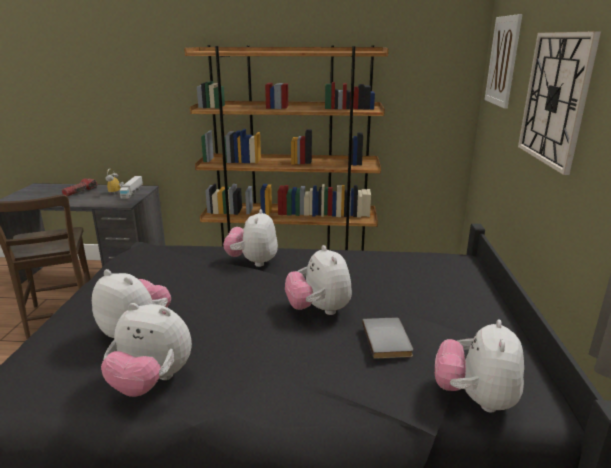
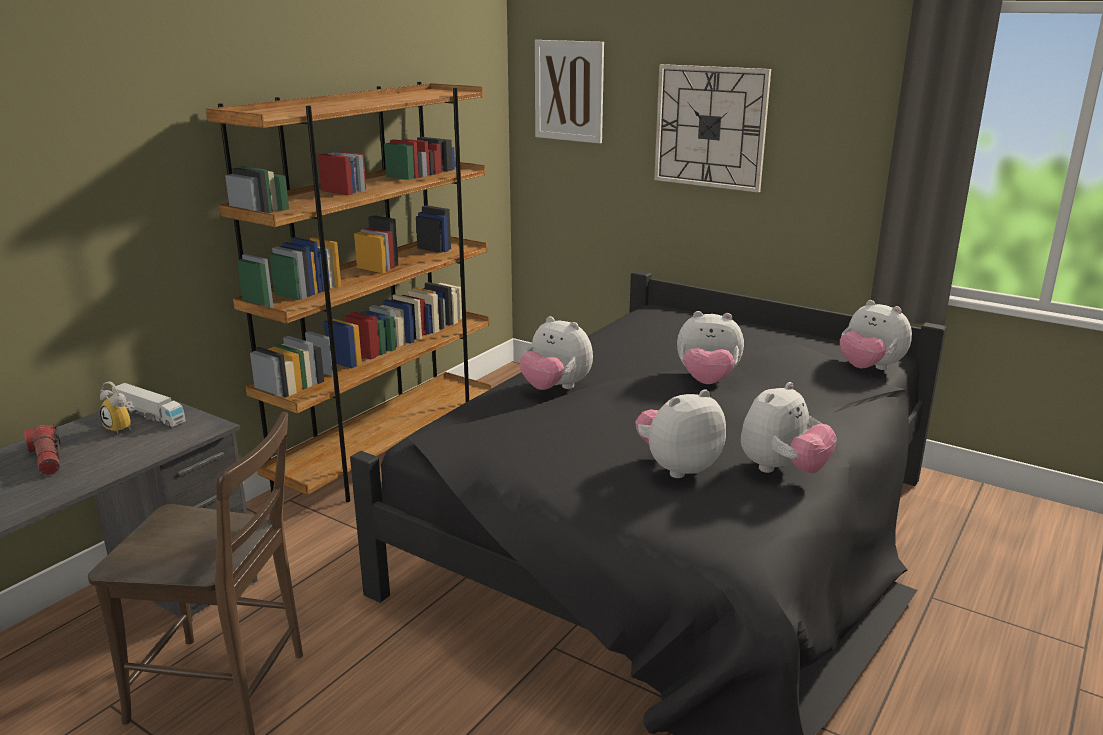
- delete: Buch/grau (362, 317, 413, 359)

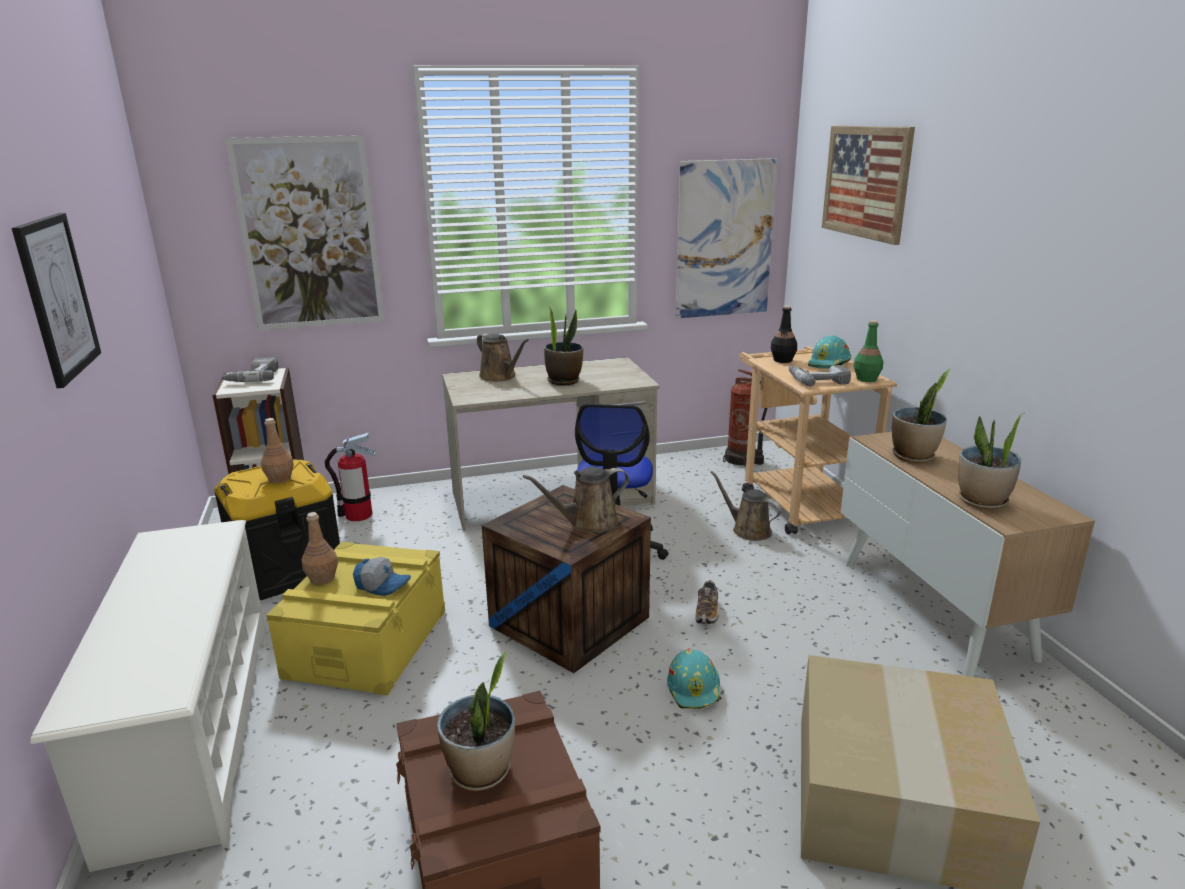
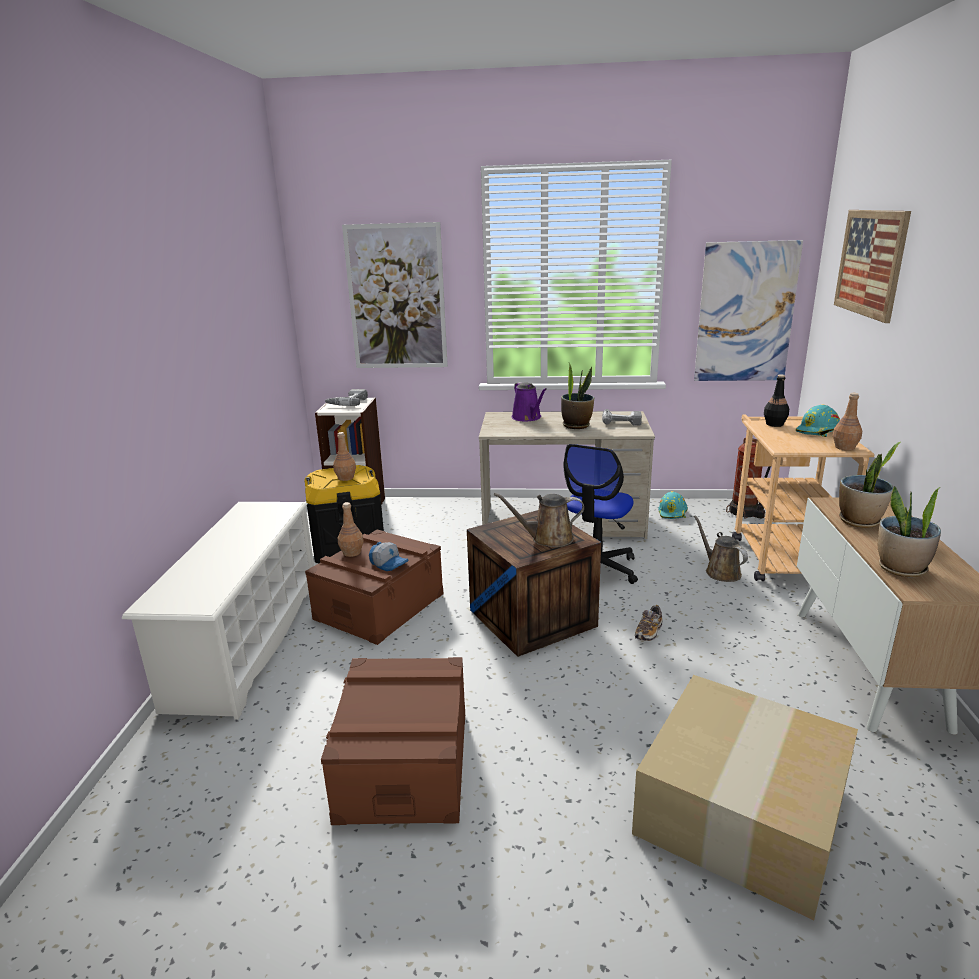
- recolor: Aufbewahrungsbox/gelb (266, 542, 445, 696) to Aufbewahrungsbox/braun (305, 529, 443, 645)
- recolor: Gießkanne/braun (477, 334, 529, 382) to Gießkanne/lila (512, 382, 547, 422)
- move: Bohrmaschine (789, 365, 851, 386) to (602, 409, 642, 426)
- move: Schutzhelm/türkis (667, 648, 722, 709) to (658, 491, 688, 519)
- recolor: Flasche/grün (854, 320, 883, 382) to Flasche/braun (833, 393, 862, 451)
- delete: Bild (12, 213, 101, 388)
- delete: Feuerlöscher (325, 432, 375, 521)
- delete: Topfpflanze (437, 652, 515, 791)

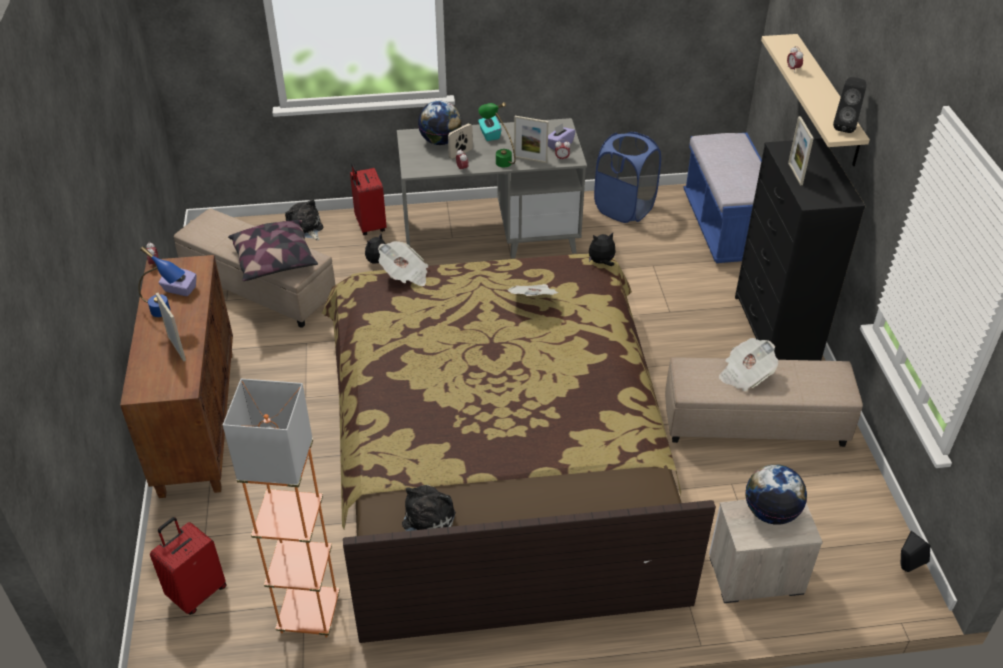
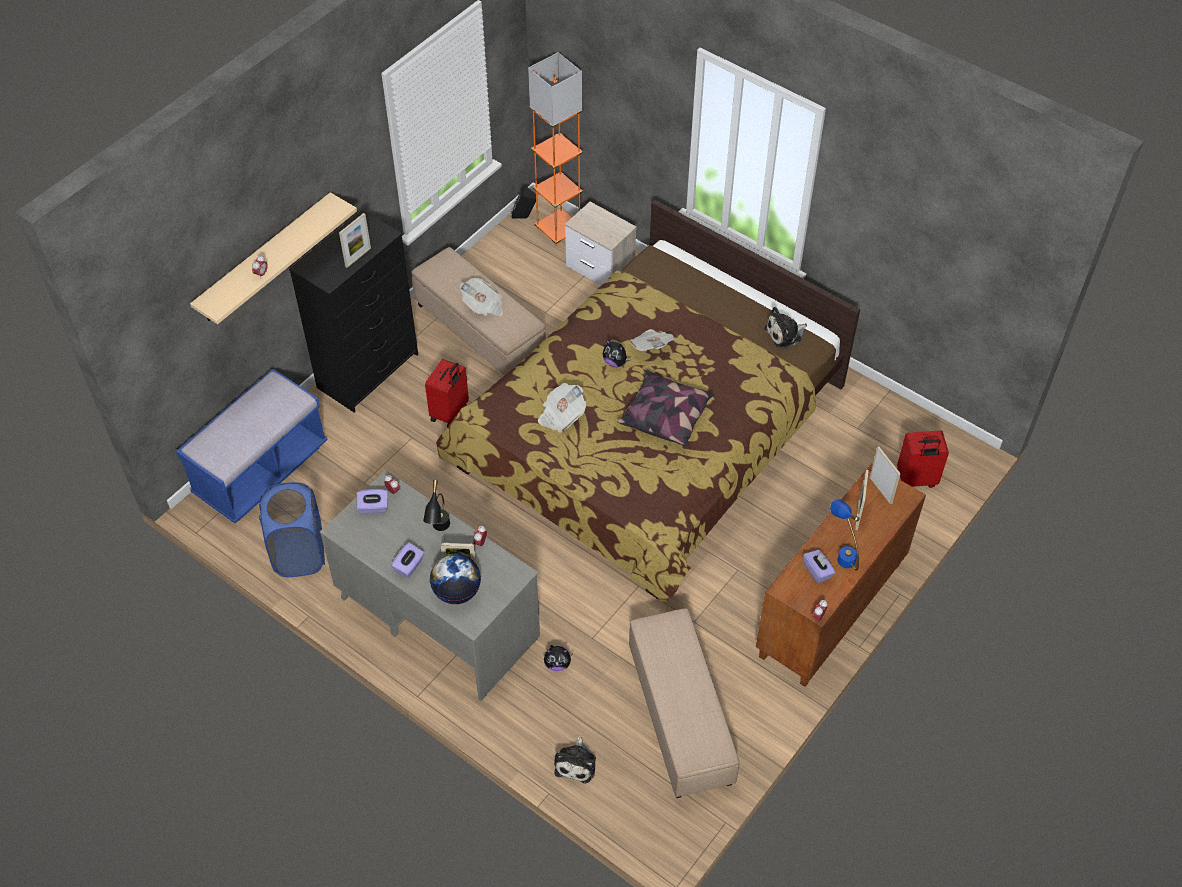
- recolor: Taschentuchbox/türkis (478, 116, 501, 141) to Taschentuchbox/lila (391, 542, 424, 578)
- recolor: Tischlampe/grün (478, 102, 516, 168) to Tischlampe/schwarz (423, 480, 450, 531)
- move: Koffer/rot (350, 163, 387, 235) to (425, 359, 469, 427)
- move: Stehlampe/orange (223, 379, 340, 637) to (528, 52, 583, 246)
- move: Plüschtier (589, 233, 616, 266) to (603, 339, 631, 367)
- move: Kissen (228, 220, 318, 281) to (617, 370, 714, 447)
- move: Zeitung (378, 241, 428, 286) to (630, 329, 674, 351)
- move: Bilderrahmen (514, 116, 549, 163) to (870, 447, 901, 504)
- delete: Globus (745, 464, 807, 525)
- delete: Lautsprecher/schwarz (833, 77, 866, 133)

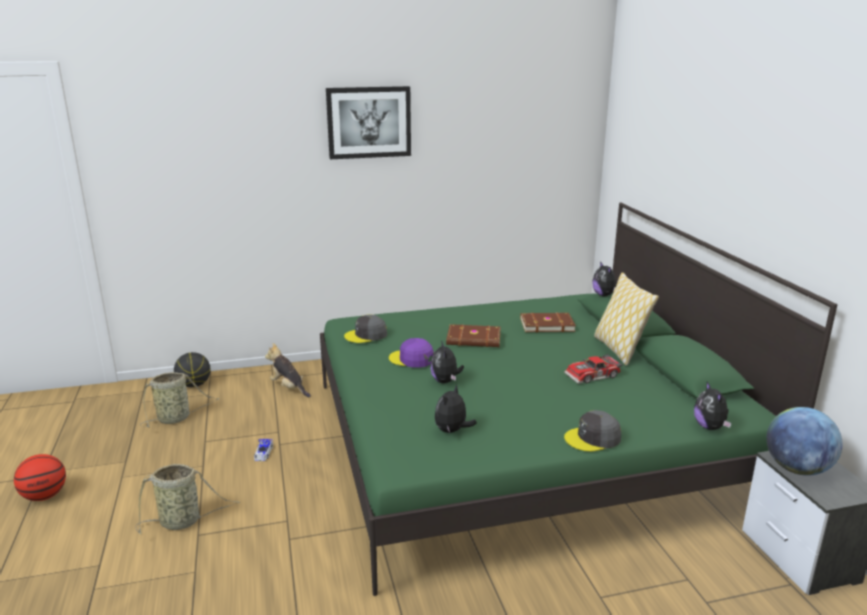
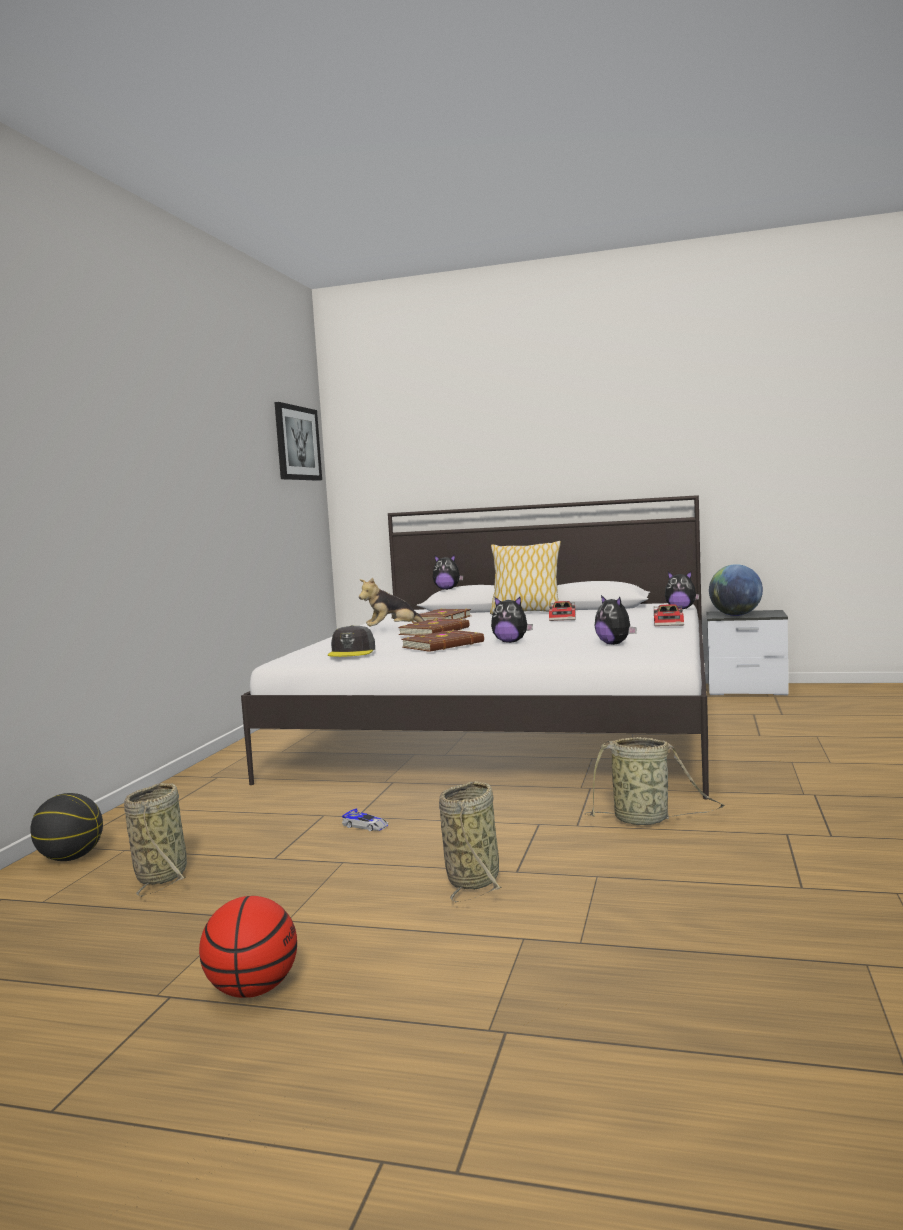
- recolor: Bett/grün (320, 202, 838, 596) to Bett/weiß (241, 495, 709, 799)
- move: Bild (326, 86, 411, 159) to (274, 402, 322, 481)
- move: Plüschtier (265, 343, 311, 397) to (359, 578, 424, 627)
- replace: Kappe/lila (389, 338, 434, 368) to Buch/braun (402, 630, 484, 652)
- insert: Korb (585, 737, 725, 825)
- replace: Kappe/grau (564, 410, 621, 452) to Spielzeugauto (654, 604, 684, 626)

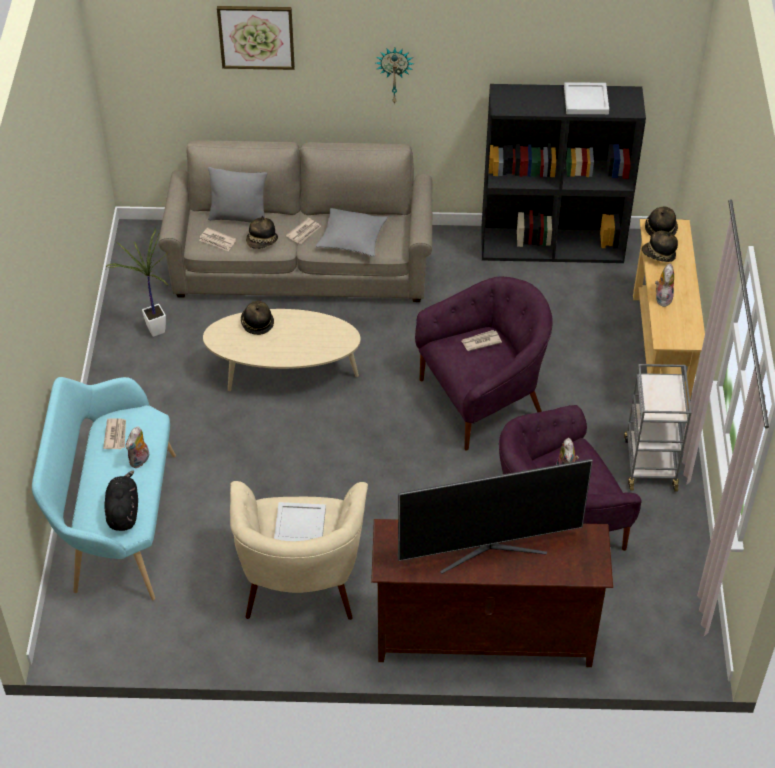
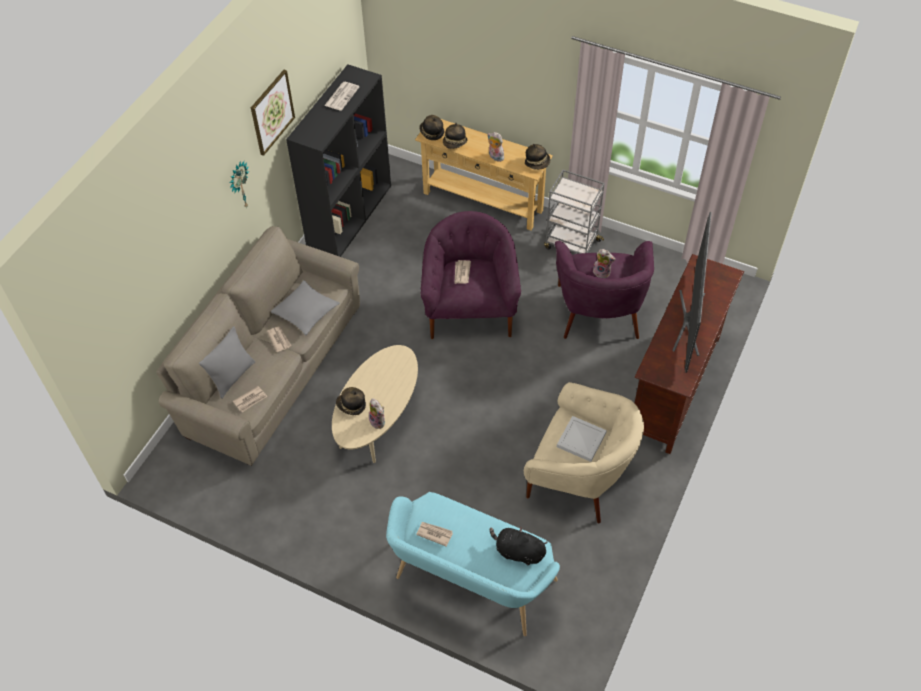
- move: Bild (217, 6, 295, 70) to (251, 70, 295, 156)
- replace: Tablett/weiß (564, 82, 609, 114) to Zeitung (324, 82, 360, 111)
- move: Plüschtier (126, 427, 149, 468) to (369, 398, 385, 429)
- move: Hut (246, 216, 278, 249) to (525, 144, 551, 170)
- delete: Topfpflanze (106, 228, 169, 337)

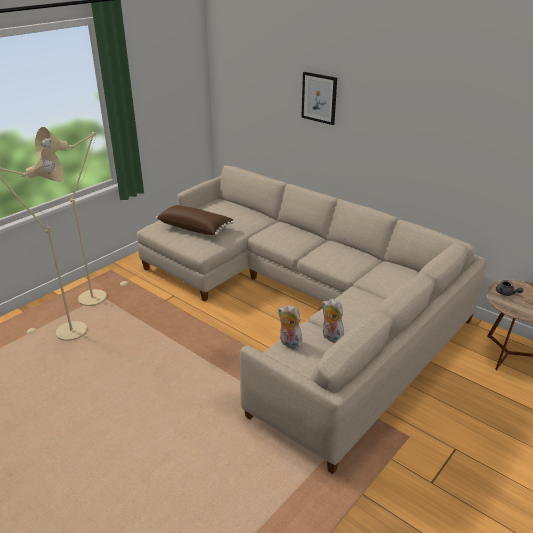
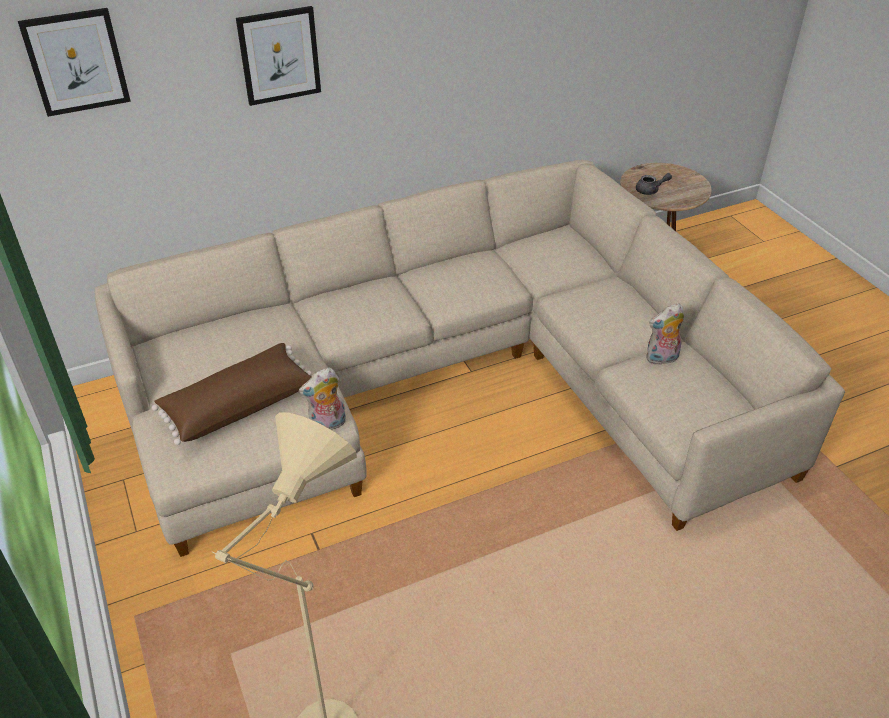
- insert: Bild (18, 8, 131, 117)
- move: Plüschtier (278, 305, 302, 350) to (299, 367, 346, 431)
- delete: Stehlampe/beige (35, 127, 129, 306)

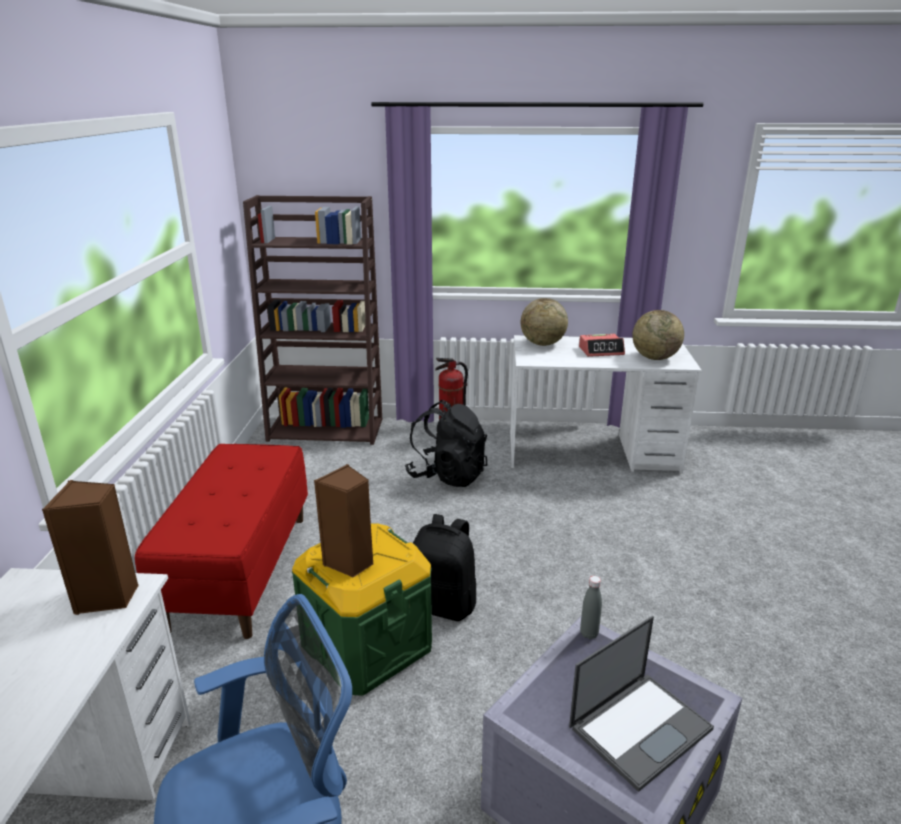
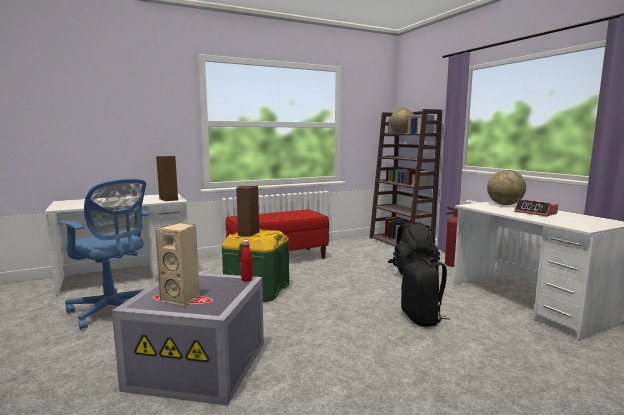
- replace: Laptop (569, 616, 714, 792) to Lautsprecher/beige (155, 223, 200, 306)
- recolor: Flasche/grau (580, 576, 602, 639) to Flasche/rot (241, 240, 252, 282)
- move: Globus (632, 310, 684, 360) to (390, 108, 415, 134)
- move: Rucksack/schwarz (413, 514, 476, 621) to (401, 257, 450, 327)

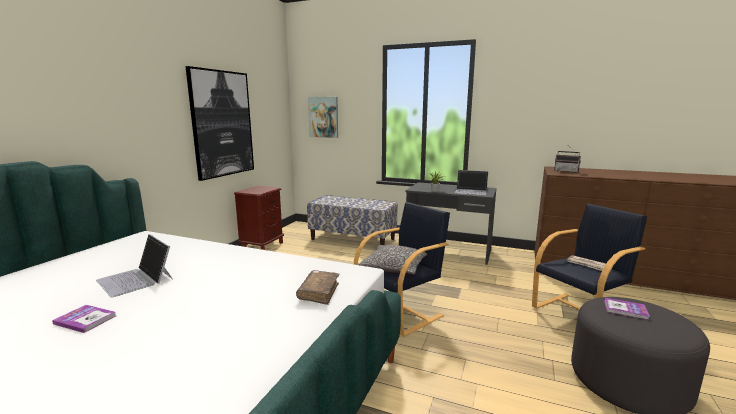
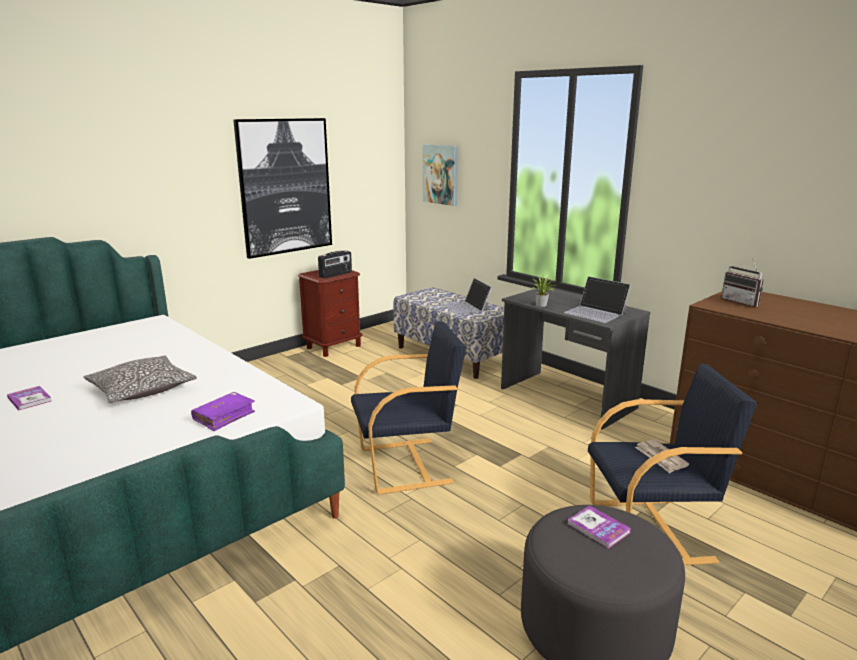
- move: Kissen (359, 245, 427, 274) to (84, 355, 197, 403)
- recolor: Buch/braun (296, 270, 339, 305) to Buch/lila (191, 392, 255, 431)
- insert: Radio (318, 250, 352, 278)
- move: Laptop (96, 234, 173, 297) to (442, 278, 492, 315)

